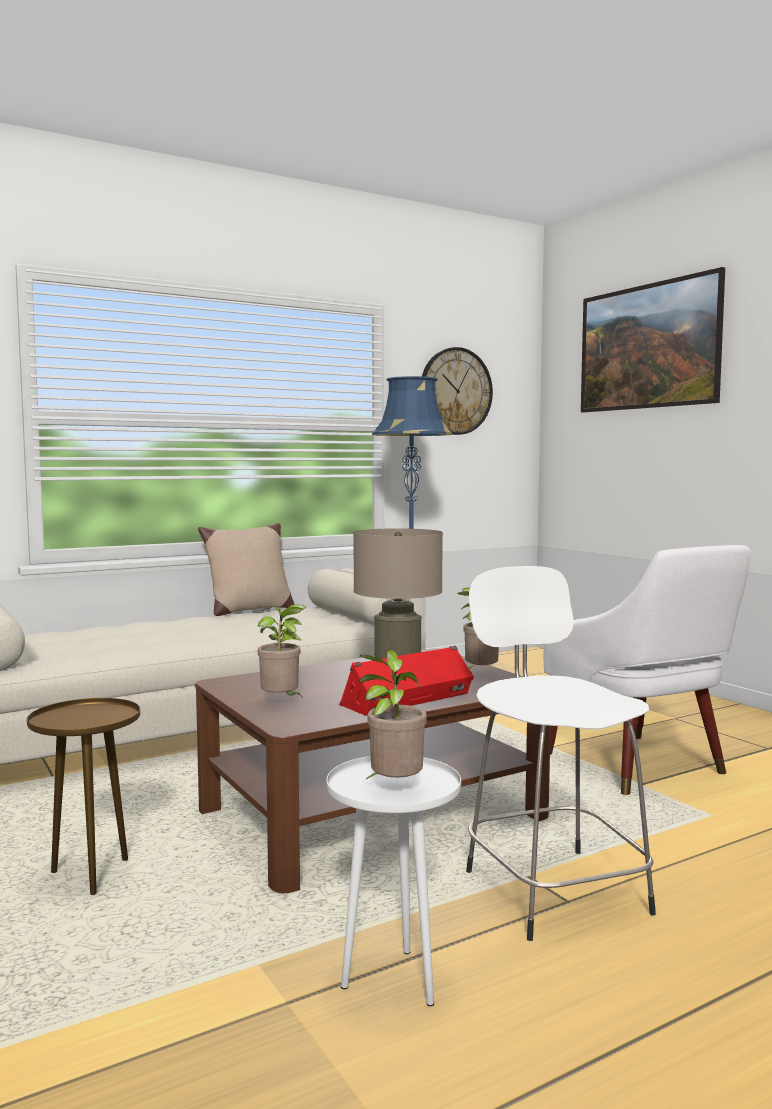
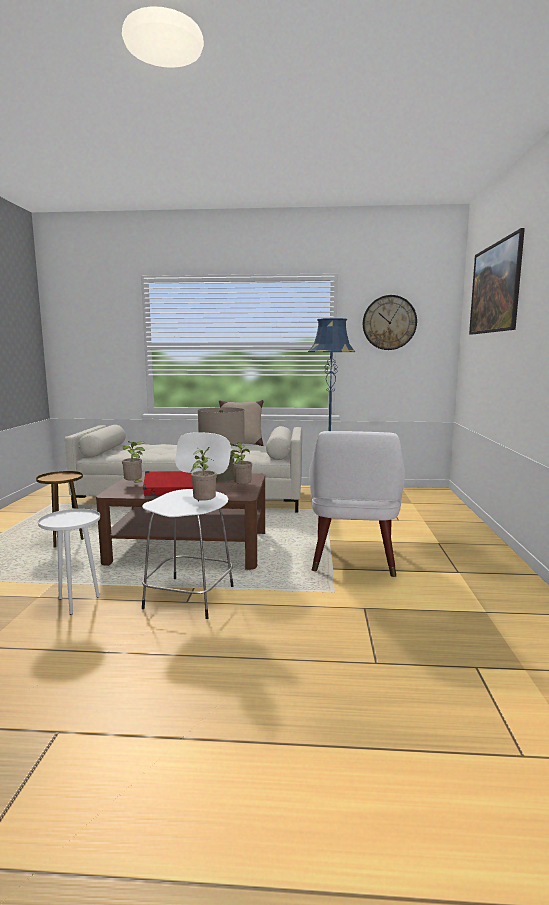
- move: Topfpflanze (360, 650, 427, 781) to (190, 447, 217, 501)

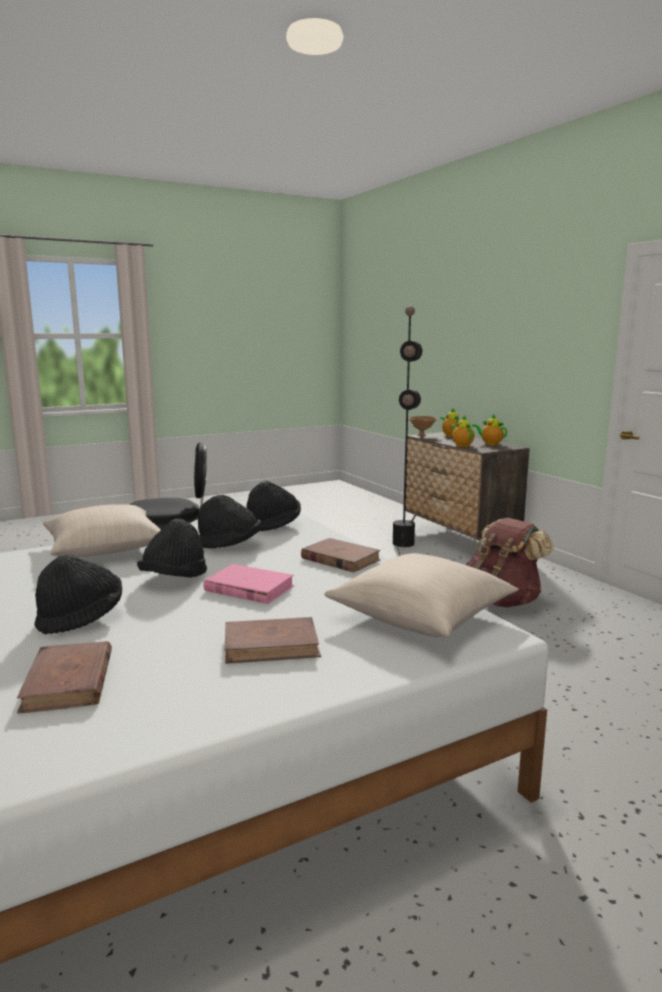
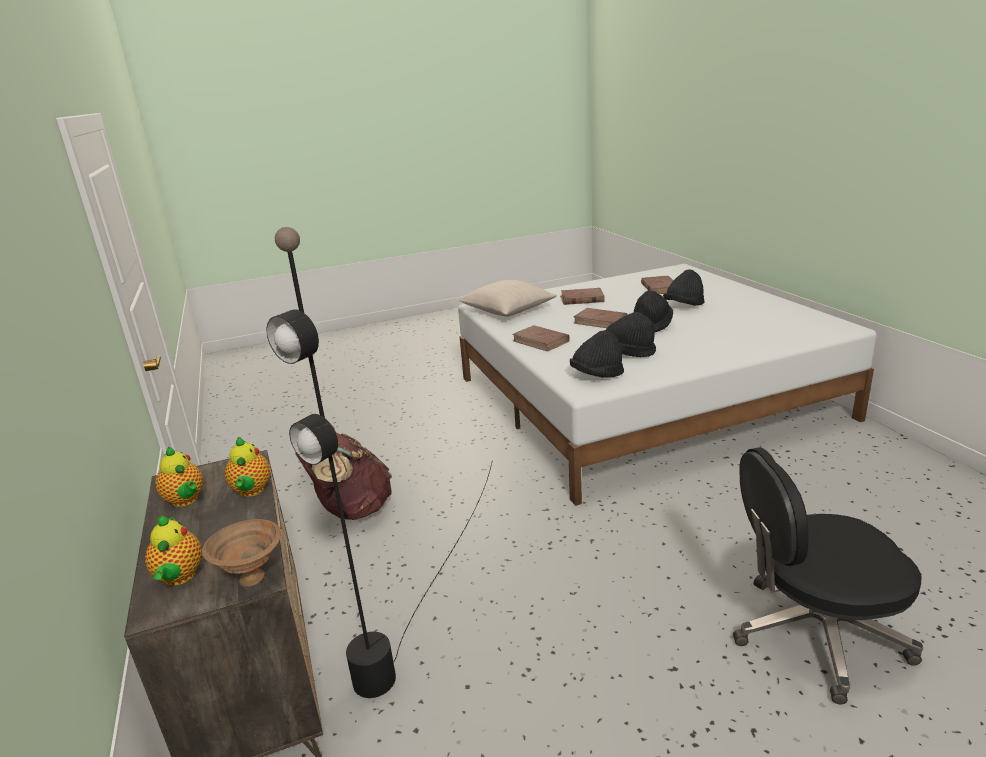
- recolor: Buch/rosa (203, 564, 294, 604) to Buch/braun (574, 308, 627, 328)
- delete: Kissen/beige (43, 504, 160, 557)

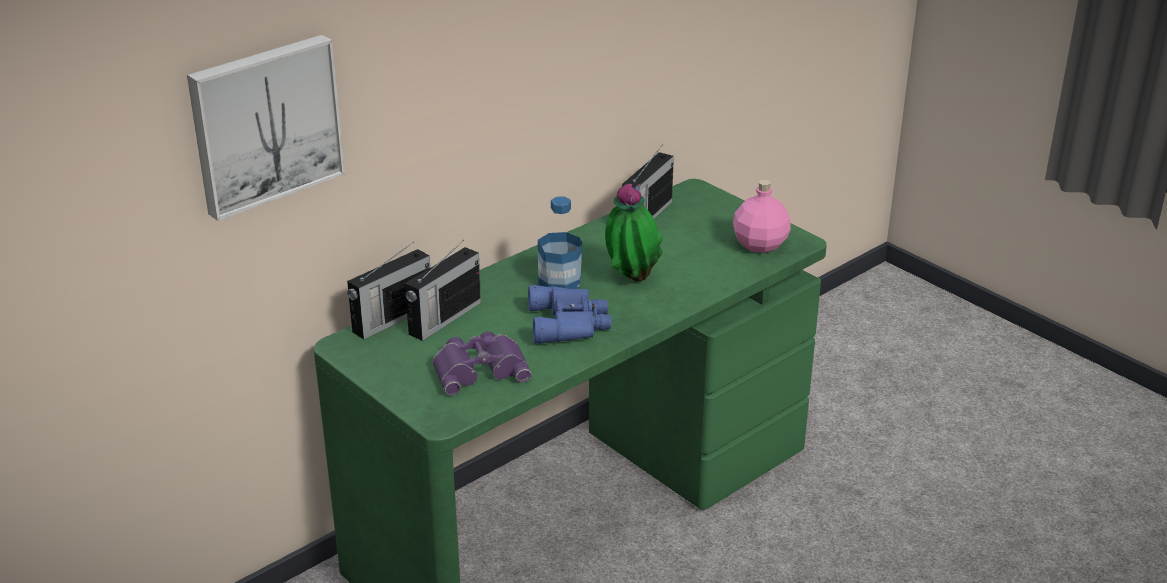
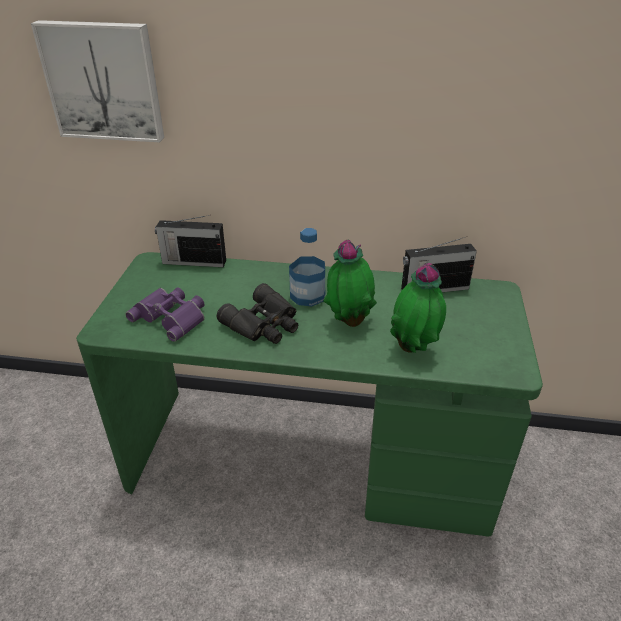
- recolor: Fernglas/blau (528, 285, 611, 344) to Fernglas/schwarz (217, 283, 298, 344)
- insert: Topfpflanze (390, 263, 446, 353)
- delete: Radio (405, 240, 481, 341)
- delete: Flasche/rosa (733, 180, 791, 253)

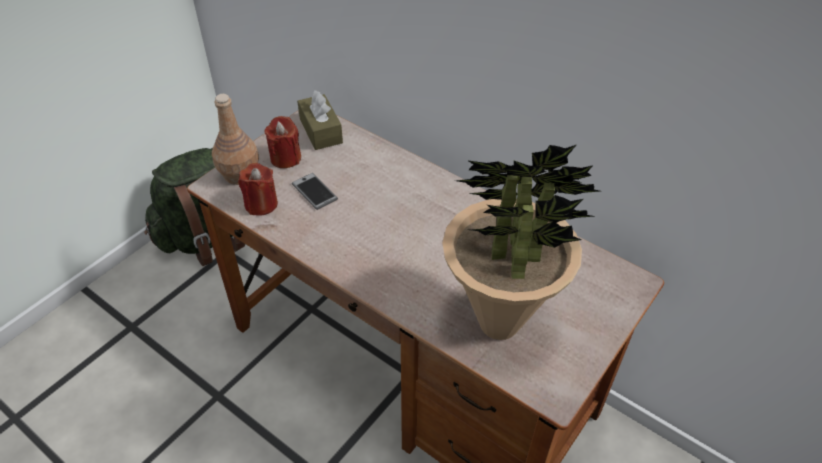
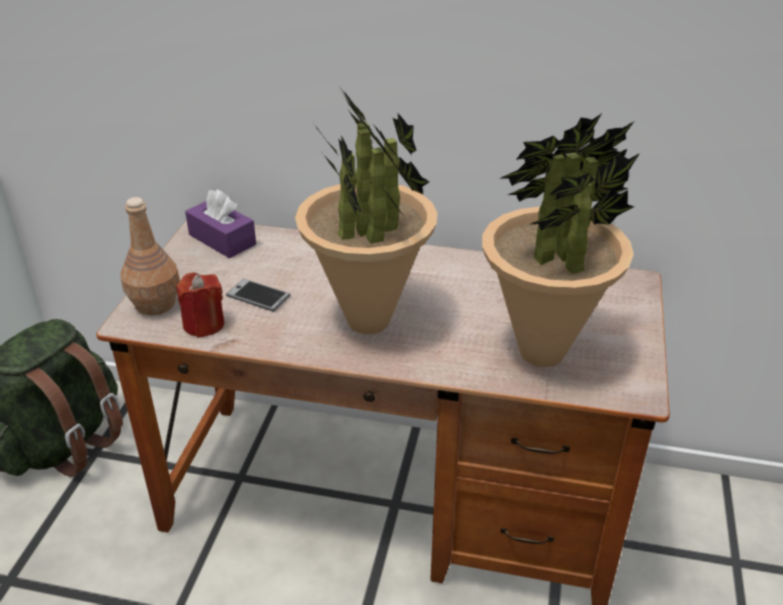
- recolor: Taschentuchbox/braun (297, 90, 343, 150) to Taschentuchbox/lila (185, 190, 256, 258)
- insert: Topfpflanze (295, 86, 437, 334)
- delete: Kerze/rot (264, 116, 301, 168)

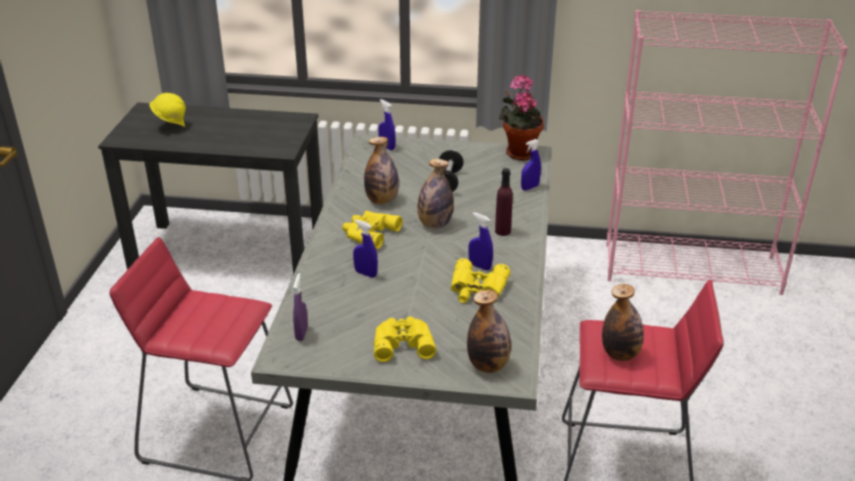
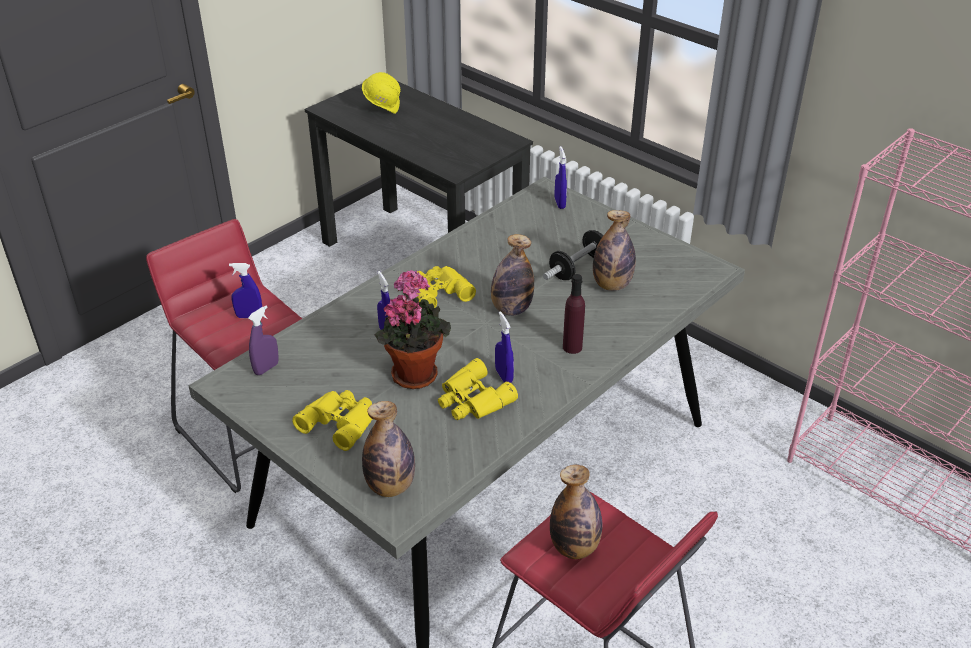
- move: Sprühflasche/blau (521, 139, 541, 191) to (229, 263, 262, 318)
- move: Topfpflanze (499, 75, 544, 160) to (374, 270, 451, 389)
- move: Flasche (364, 137, 399, 204) to (593, 210, 636, 291)

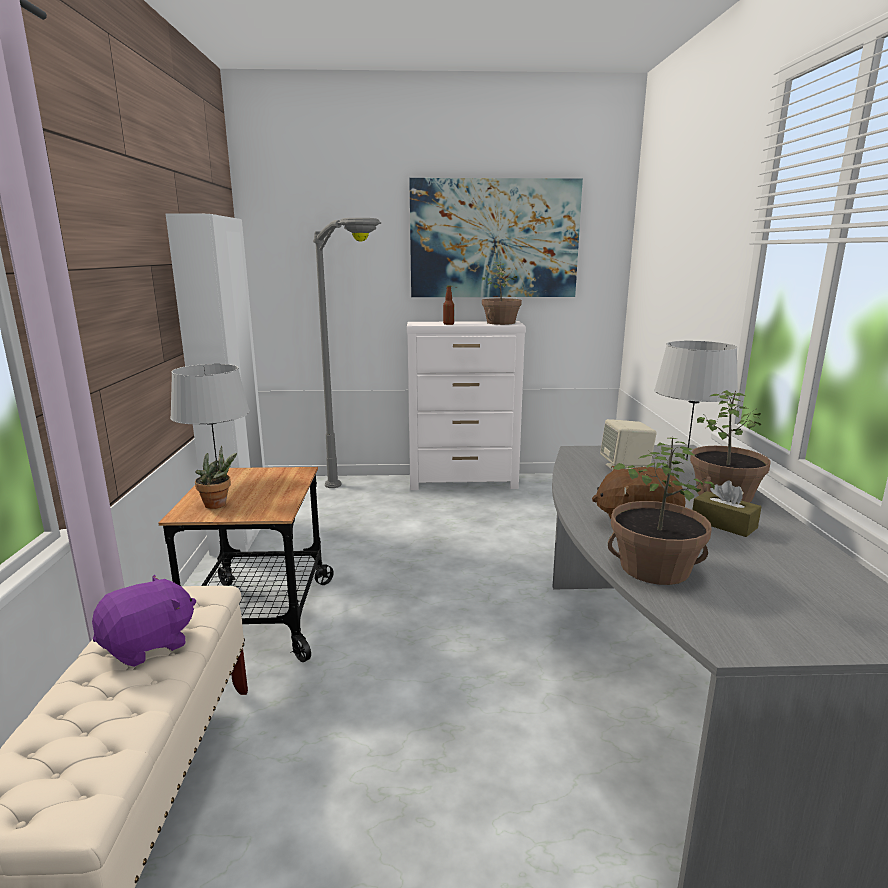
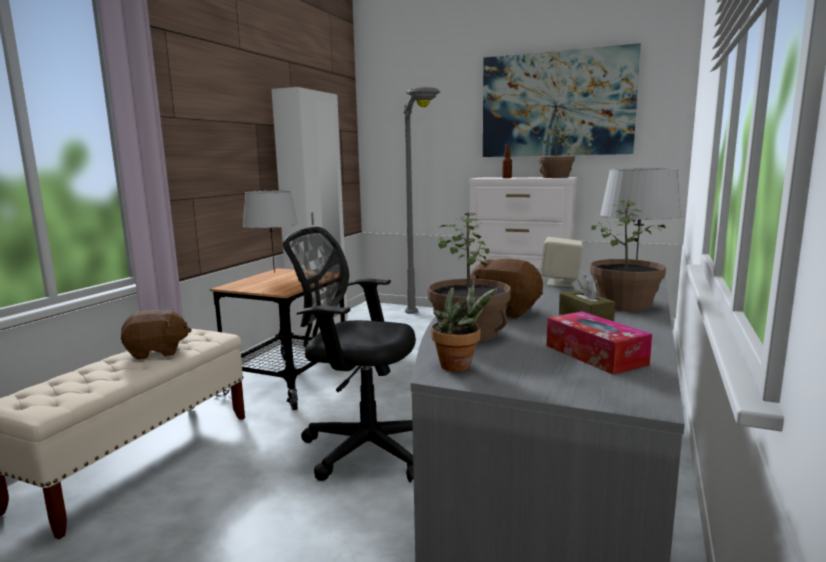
- recolor: Plüschtier/lila (92, 575, 196, 667) to Plüschtier/braun (121, 309, 192, 360)
- insert: Bürostuhl/schwarz (283, 227, 416, 482)
- move: Topfpflanze (195, 446, 237, 509) to (431, 278, 498, 372)
- insert: Taschentuchbox (547, 311, 652, 375)

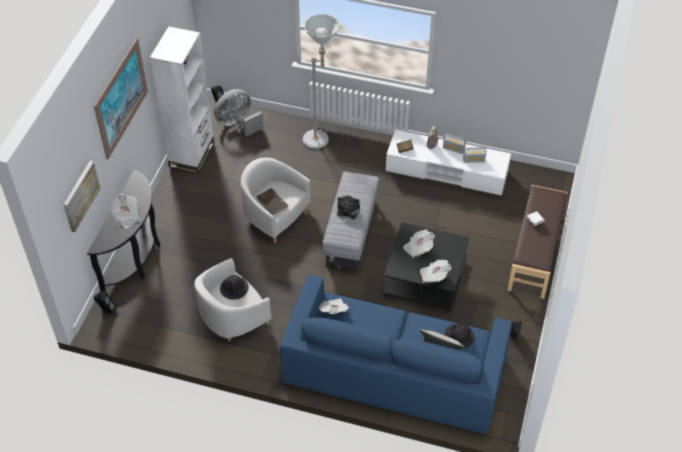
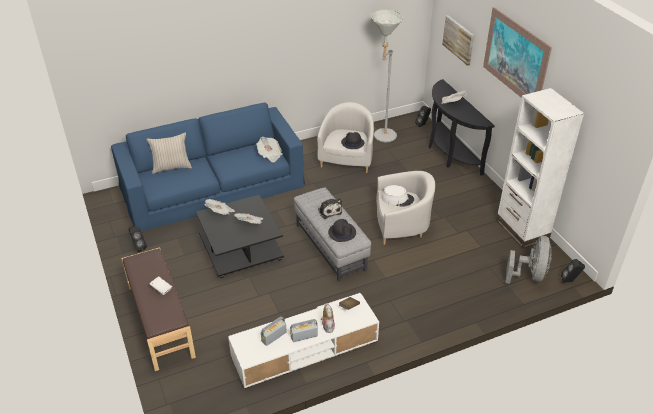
- move: Hut/schwarz (444, 324, 474, 348) to (328, 219, 356, 242)
- move: Stehlampe/grau (303, 14, 340, 149) to (371, 10, 403, 142)
- replace: Buch/braun (256, 188, 288, 215) to Hut/weiß (382, 185, 414, 207)

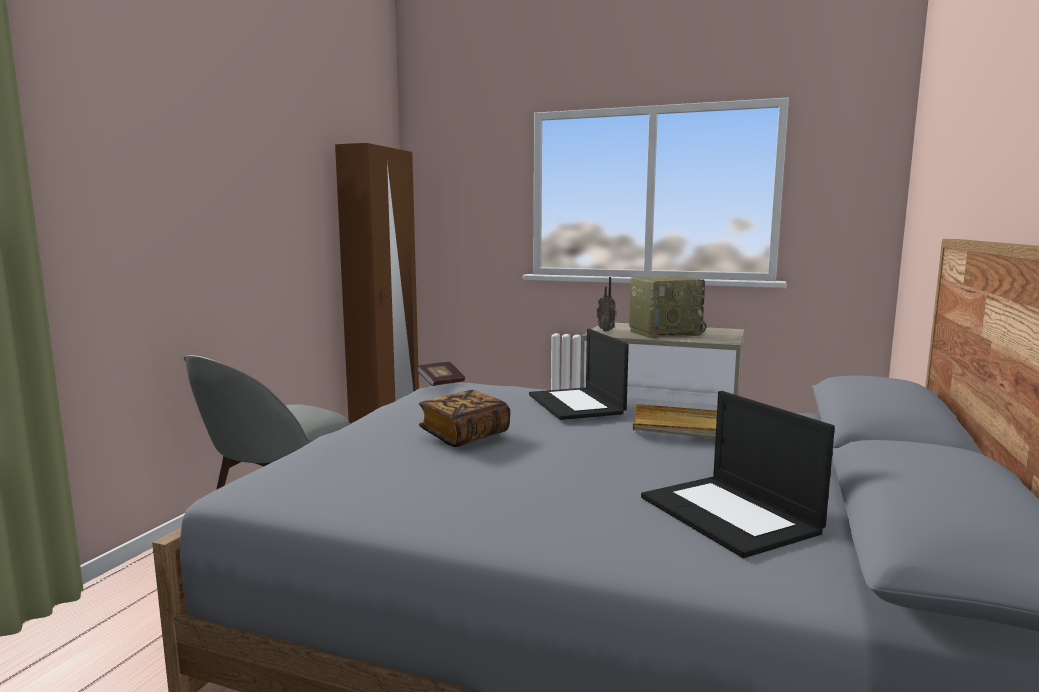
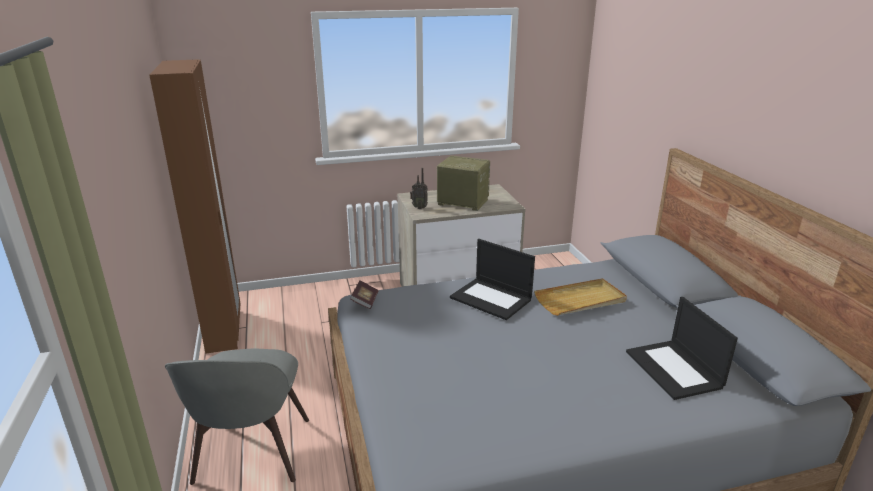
- rotate: Radio (629, 276, 707, 338) = (437, 155, 490, 211) 105 degrees counterclockwise
- rotate: Laptop (641, 391, 835, 558) = (626, 297, 738, 400) 45 degrees clockwise
- delete: Buch (419, 390, 510, 447)

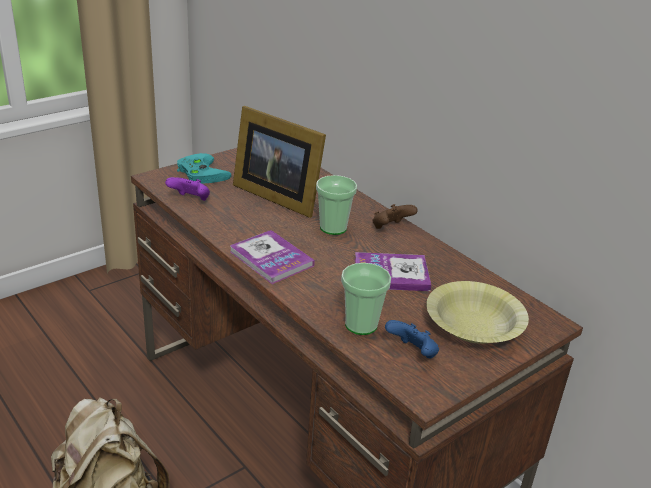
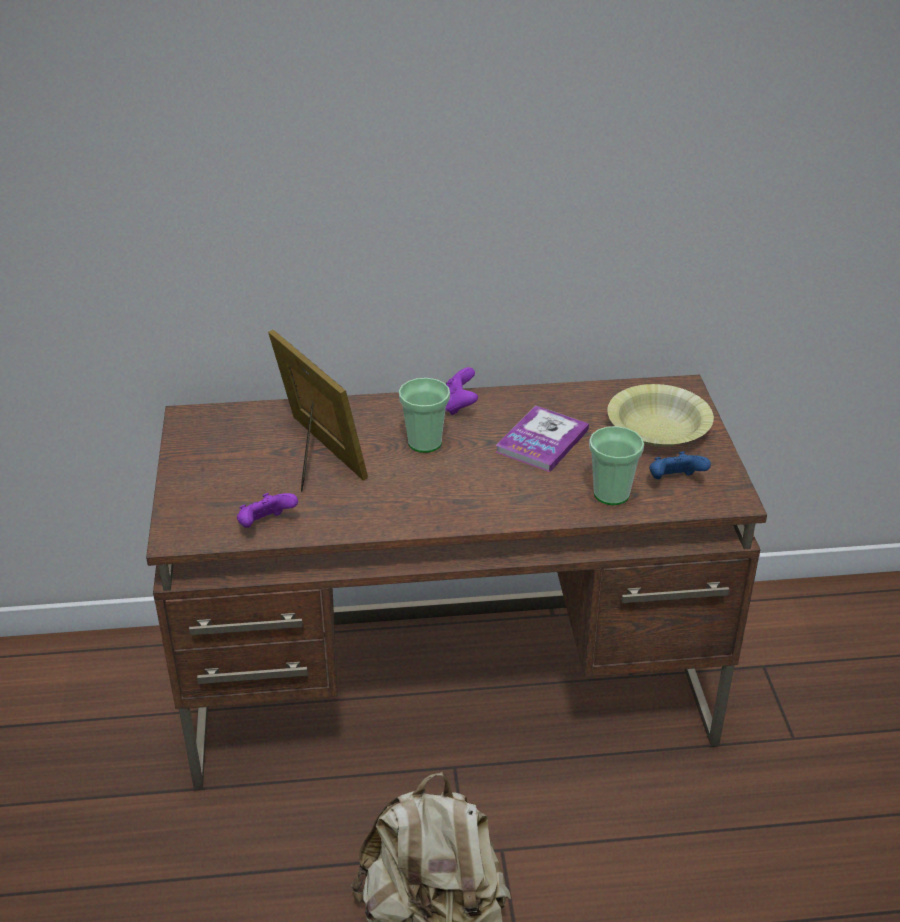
- rotate: Bilderrahmen (233, 106, 326, 218) = (268, 330, 368, 492) 105 degrees counterclockwise
- recolor: Gamepad/braun (372, 204, 418, 229) to Gamepad/lila (445, 367, 478, 415)
- delete: Gamepad/türkis (177, 153, 231, 184)
- delete: Buch (230, 230, 315, 284)

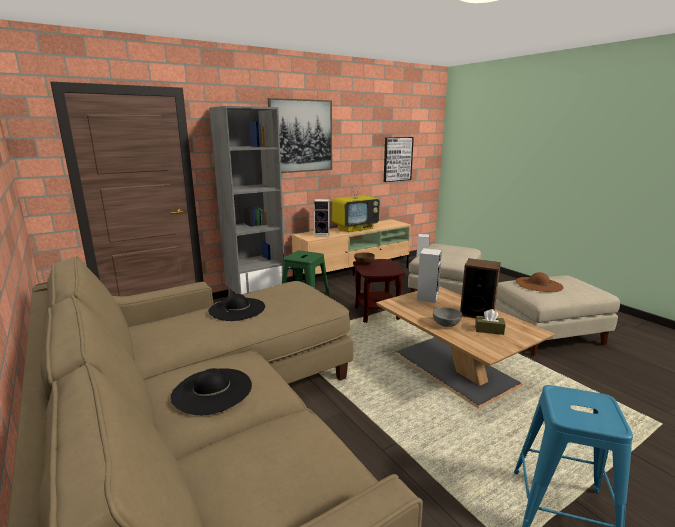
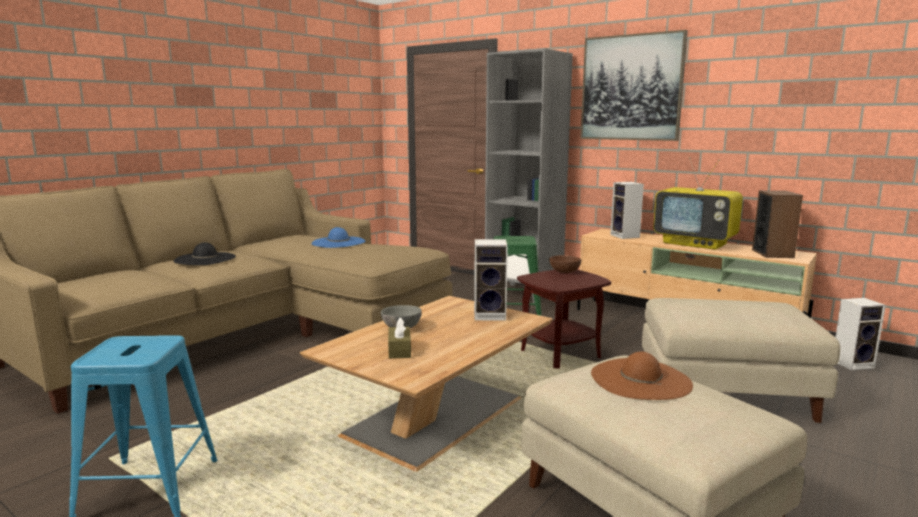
- recolor: Hut/schwarz (208, 294, 265, 321) to Hut/blau (312, 227, 365, 248)
- move: Lautsprecher (460, 258, 501, 318) to (752, 191, 803, 258)
- delete: Bild (384, 137, 414, 182)

